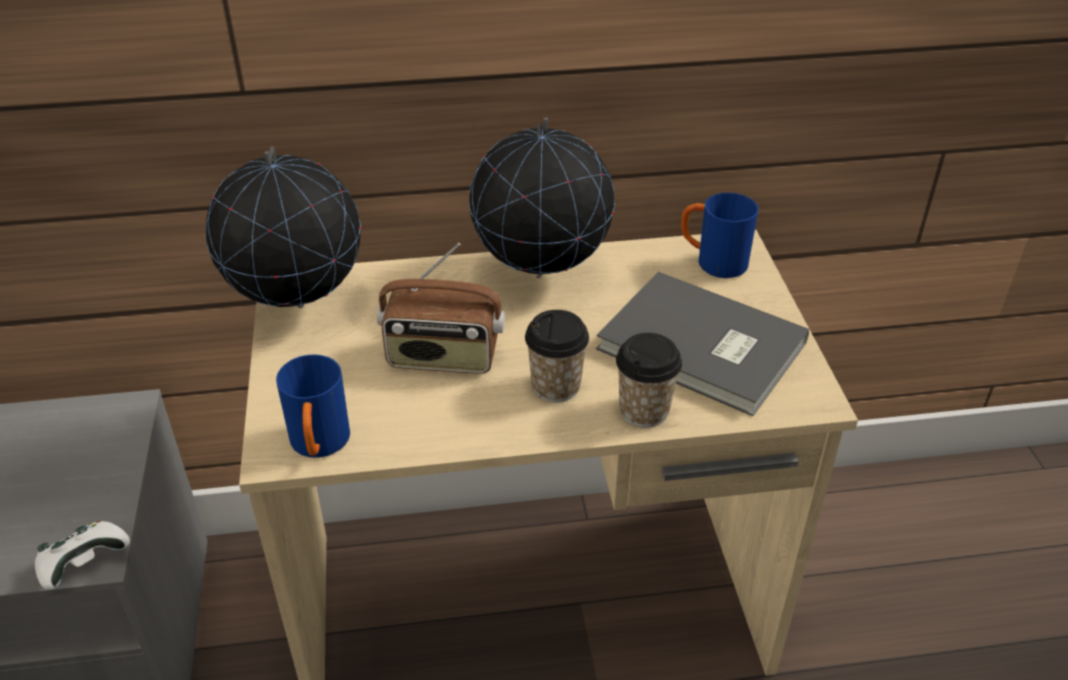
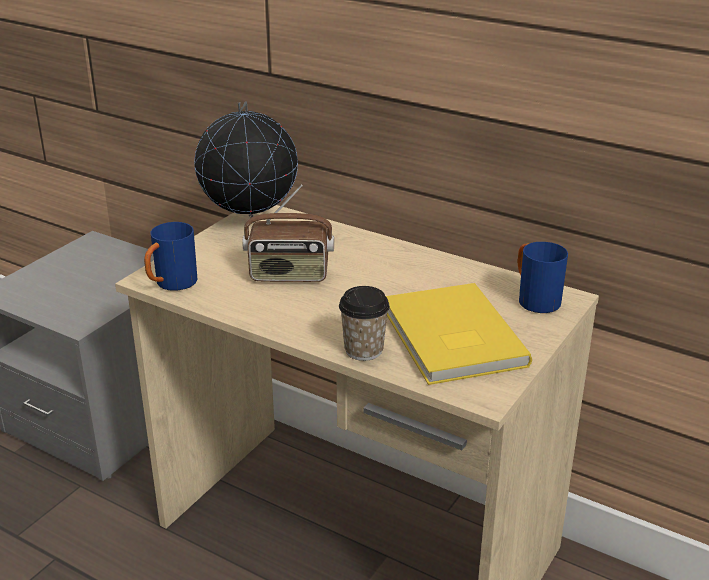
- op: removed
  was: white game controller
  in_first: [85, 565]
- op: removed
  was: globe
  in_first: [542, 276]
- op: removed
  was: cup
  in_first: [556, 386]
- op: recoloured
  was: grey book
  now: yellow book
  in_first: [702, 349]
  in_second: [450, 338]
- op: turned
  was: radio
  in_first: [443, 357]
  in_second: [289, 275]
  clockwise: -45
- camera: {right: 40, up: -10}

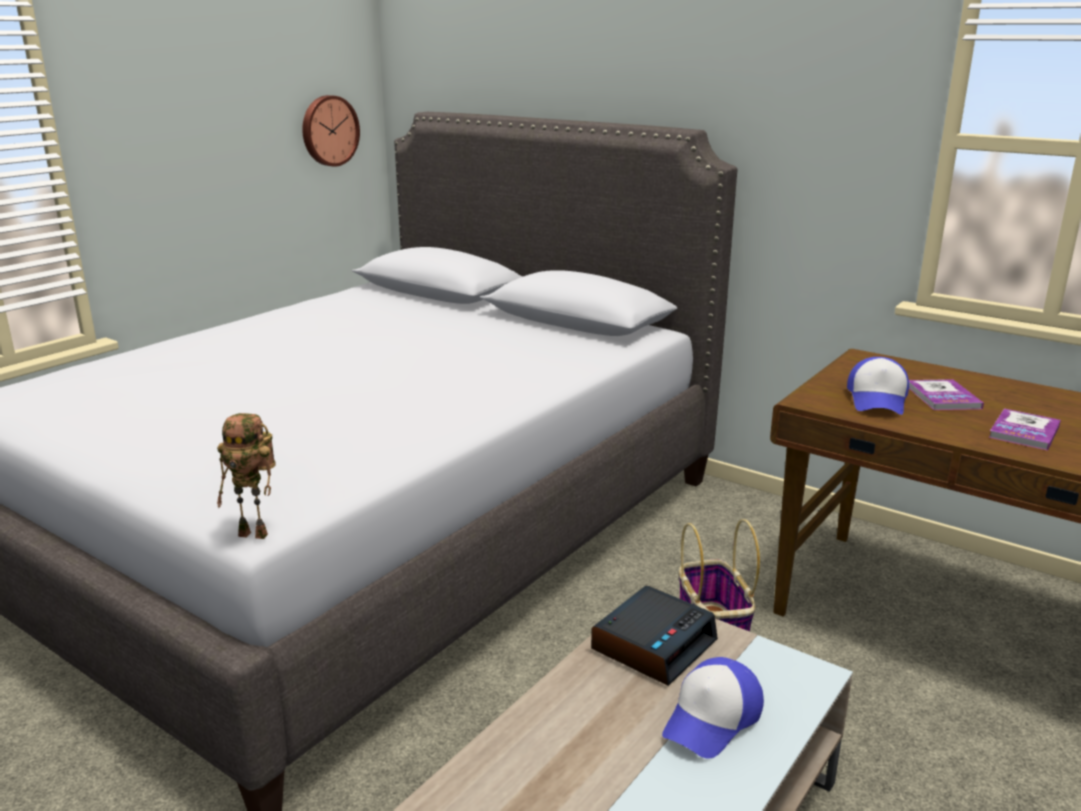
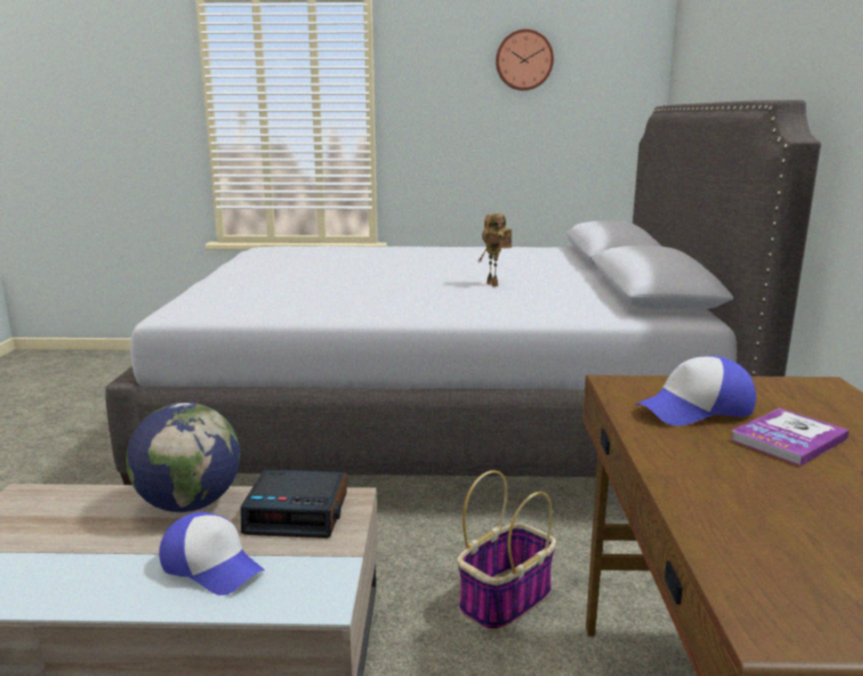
- op: removed
  was: book
  in_first: [1024, 431]
- op: added
  now: globe
  in_second: [189, 504]
- op: moved
  was: toy robot
  in_first: [256, 533]
  in_second: [494, 284]
- op: moved
  was: wall clock
  in_first: [328, 131]
  in_second: [524, 60]
- op: turned
  was: cap
  in_first: [712, 719]
  in_second: [212, 566]
  clockwise: -150
- camera: {right: 55, up: -5}

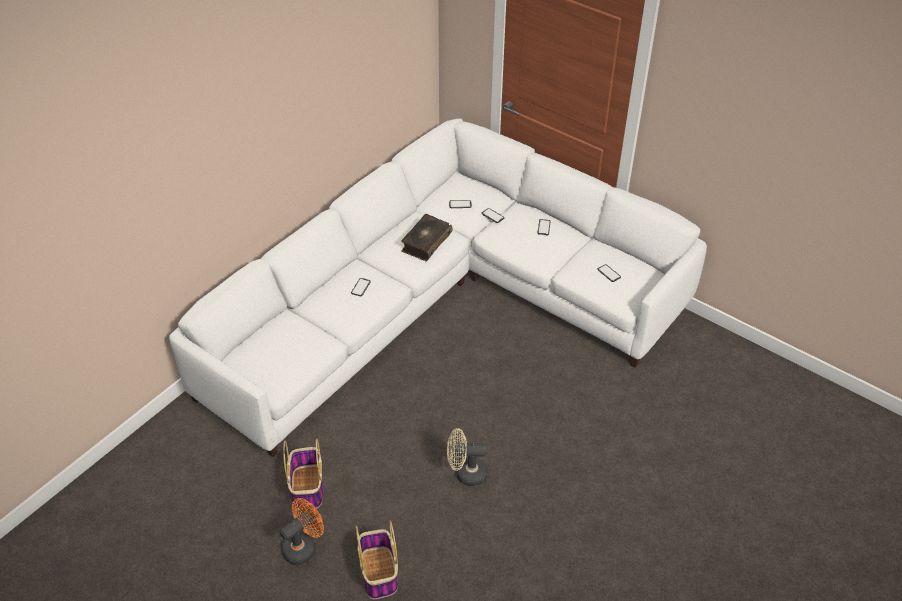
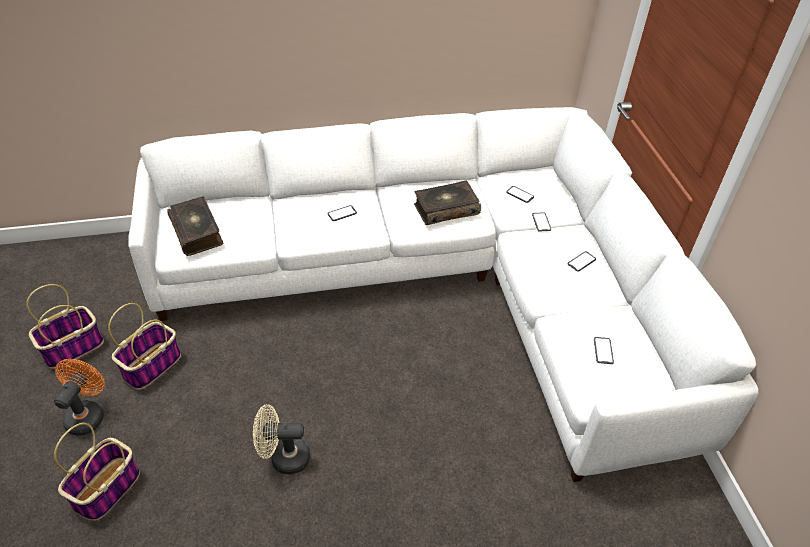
- op: added
  now: basket
  in_second: [73, 347]
- op: added
  now: book
  in_second: [197, 232]
- op: turned
  was: orange fan
  in_first: [303, 546]
  in_second: [88, 414]
  clockwise: -75
- op: turned
  was: beige fan
  in_first: [466, 473]
  in_second: [283, 458]
  clockwise: -45
- camera: {right: 40, up: 0}

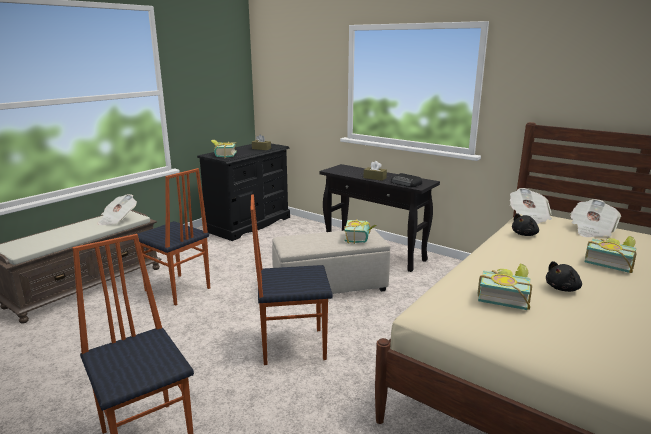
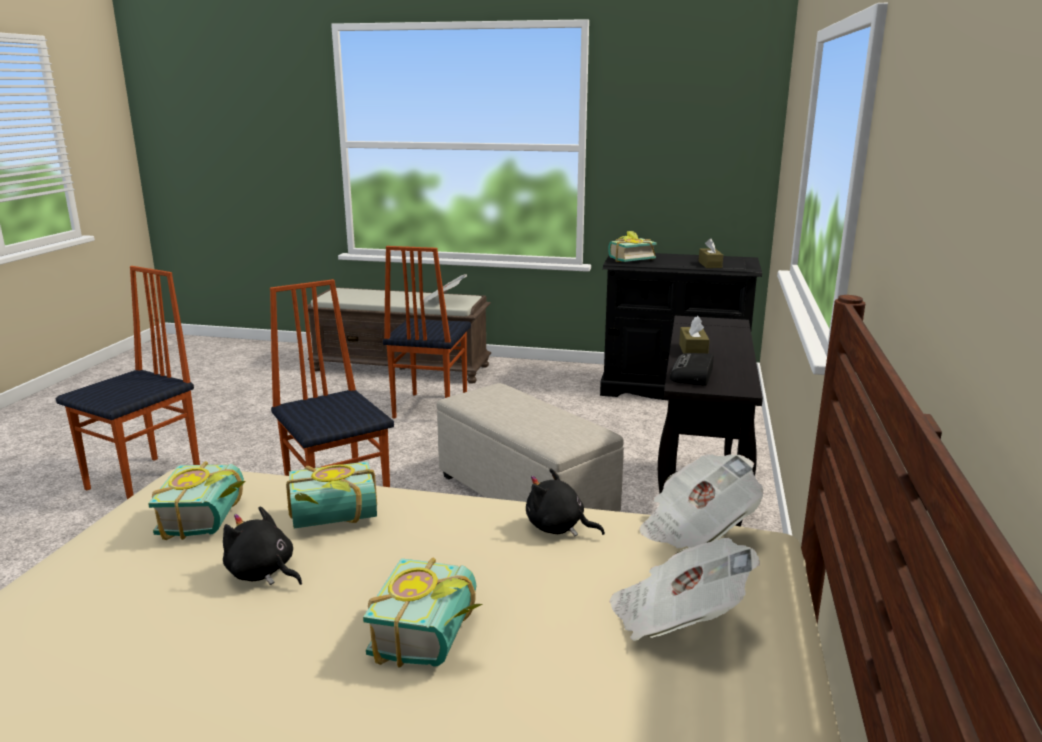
- op: moved
  was: book
  in_first: [360, 238]
  in_second: [334, 520]
- camera: {right: 65, up: 0}

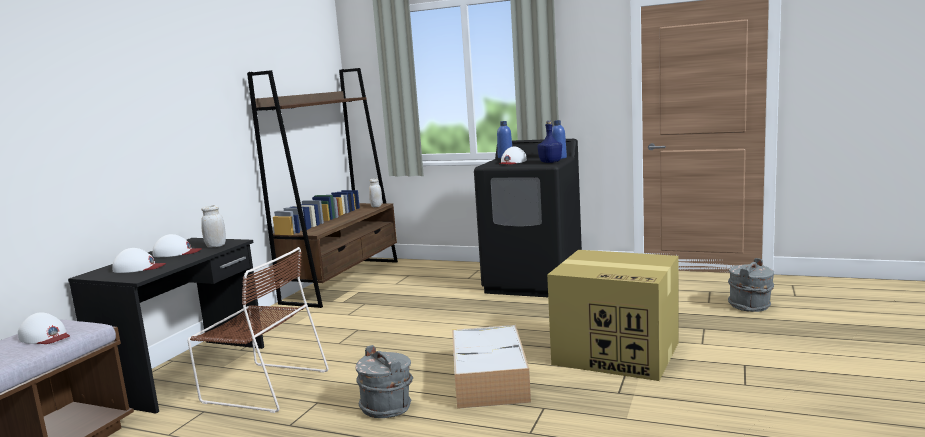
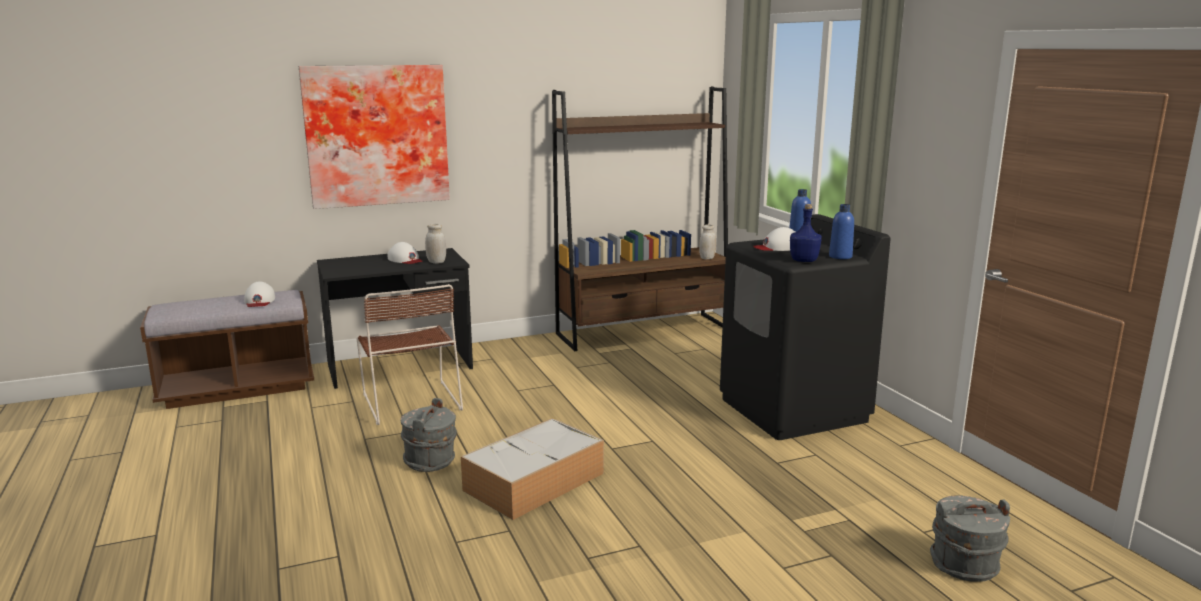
- op: removed
  was: white cap
  in_first: [139, 268]
- op: removed
  was: cardboard box
  in_first: [618, 353]
- op: added
  now: picture
  in_second: [376, 135]
- camera: {right: 45, up: 5}

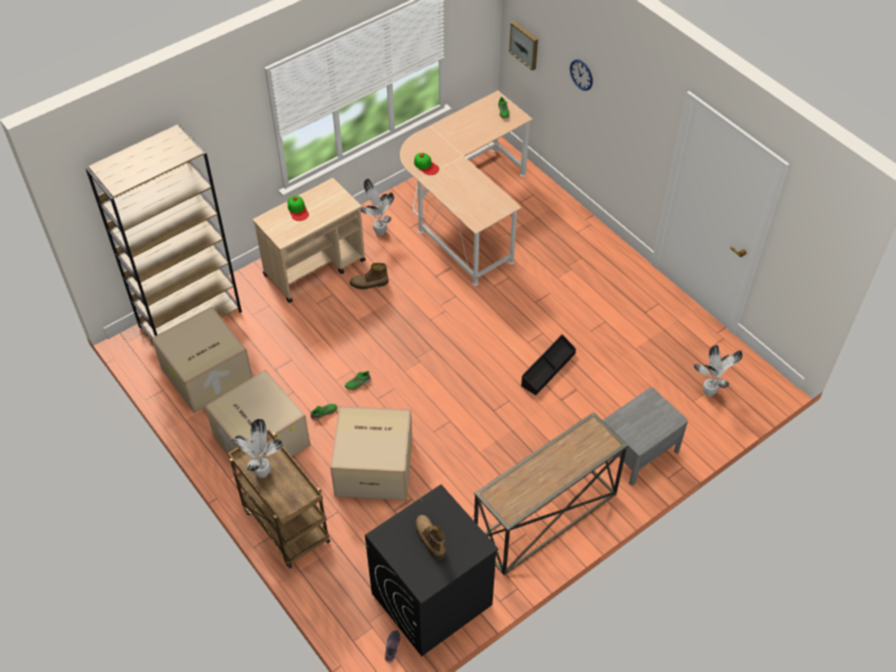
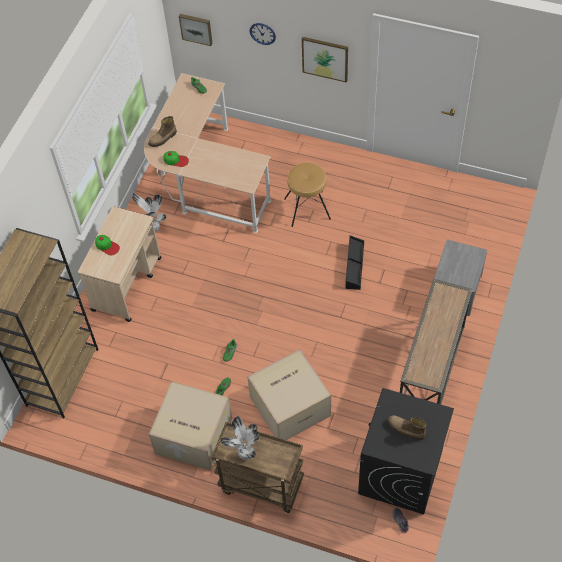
- op: removed
  was: cardboard box
  in_first: [206, 376]
- op: removed
  was: potted plant
  in_first: [710, 392]
- op: added
  now: brown stool
  in_second: [307, 209]
- op: added
  now: picture
  in_second: [325, 58]
- op: moved
  was: boot
  in_first: [369, 284]
  in_second: [163, 139]
- camera: {right: -30, up: 5}

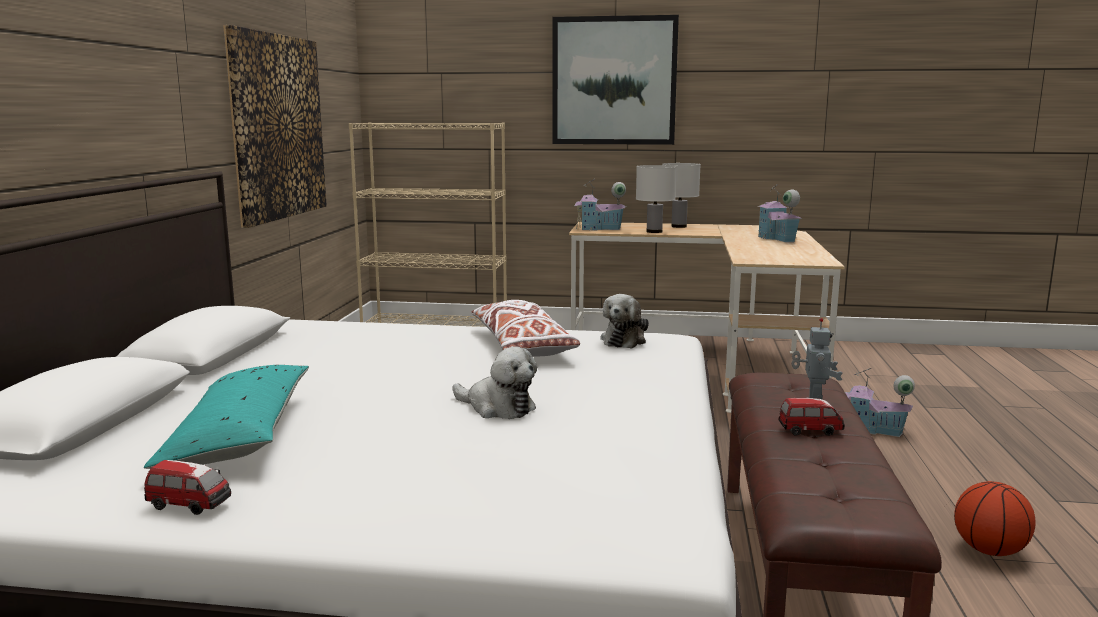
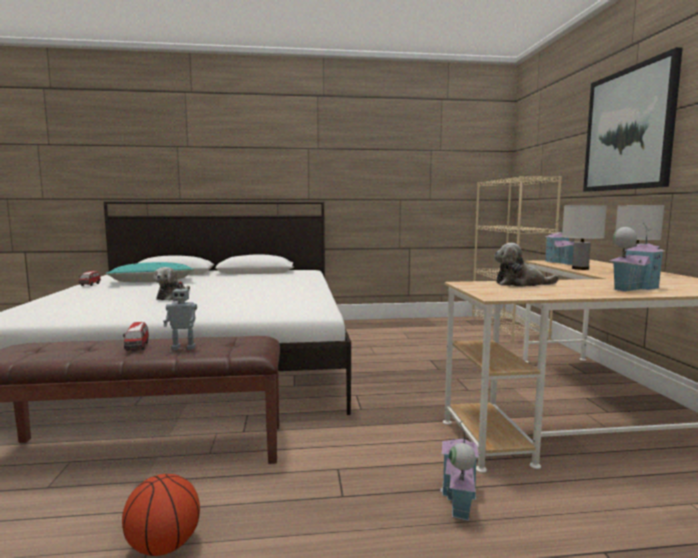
- op: removed
  was: picture
  in_first: [278, 127]
- op: removed
  was: white pillow
  in_first: [522, 346]
- op: moved
  was: plush toy
  in_first: [624, 340]
  in_second: [520, 284]
- camera: {right: 75, up: -5}

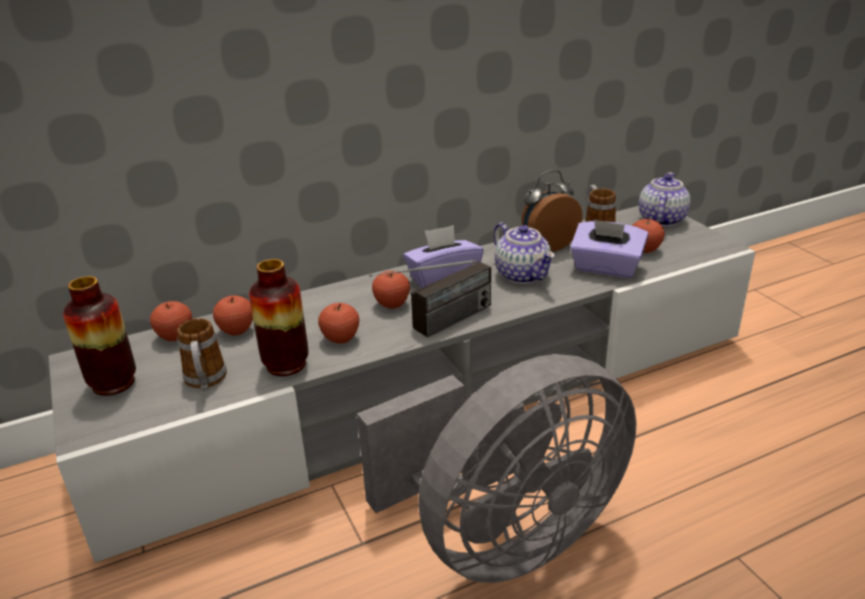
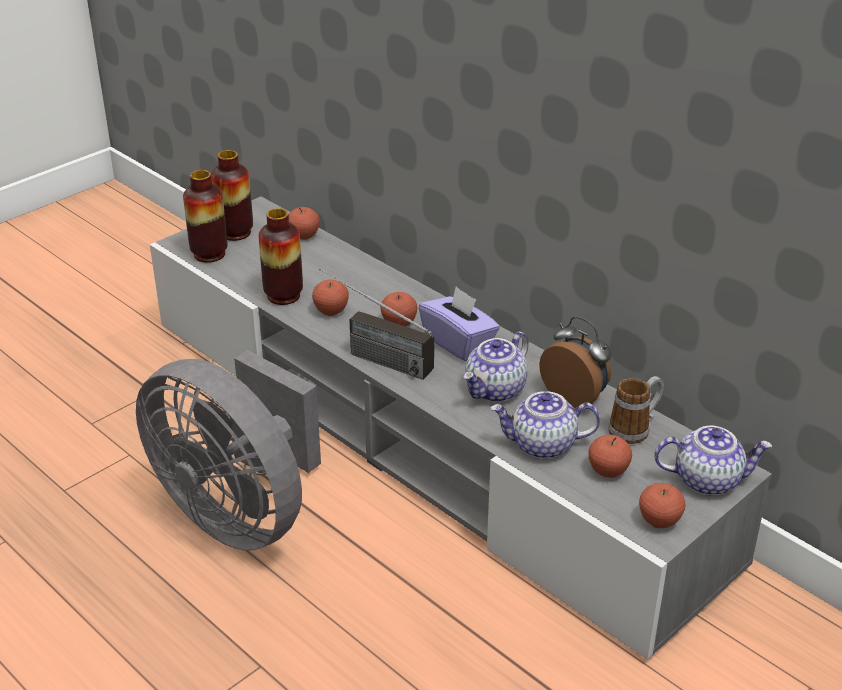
- op: removed
  was: mug
  in_first: [205, 382]
- op: added
  now: vase
  in_second: [209, 254]
- op: moved
  was: apple
  in_first: [236, 330]
  in_second: [659, 521]
- op: replaced
  was: purple tissue box
  now: teapot
  in_first: [606, 268]
  in_second: [542, 445]
- camera: {right: 70, up: 5}

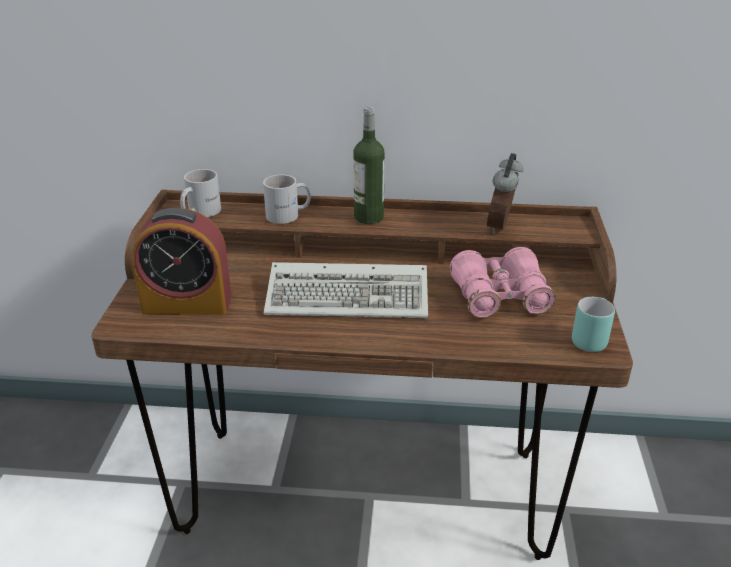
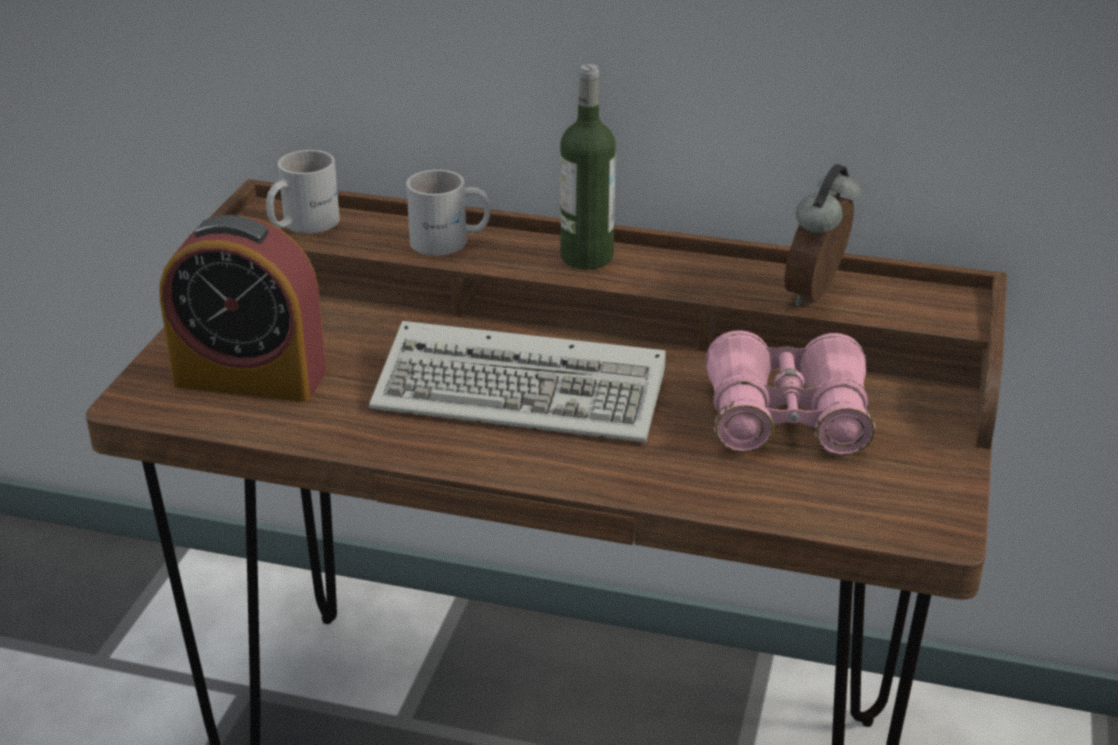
- op: removed
  was: turquoise mug
  in_first: [588, 338]
- camera: {right: 10, up: 0}

